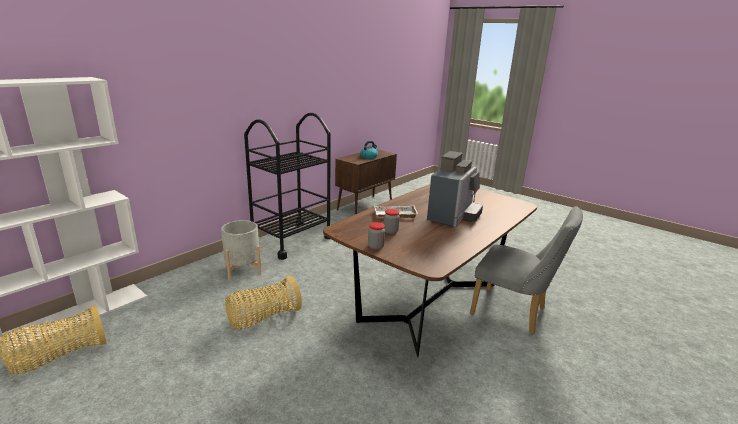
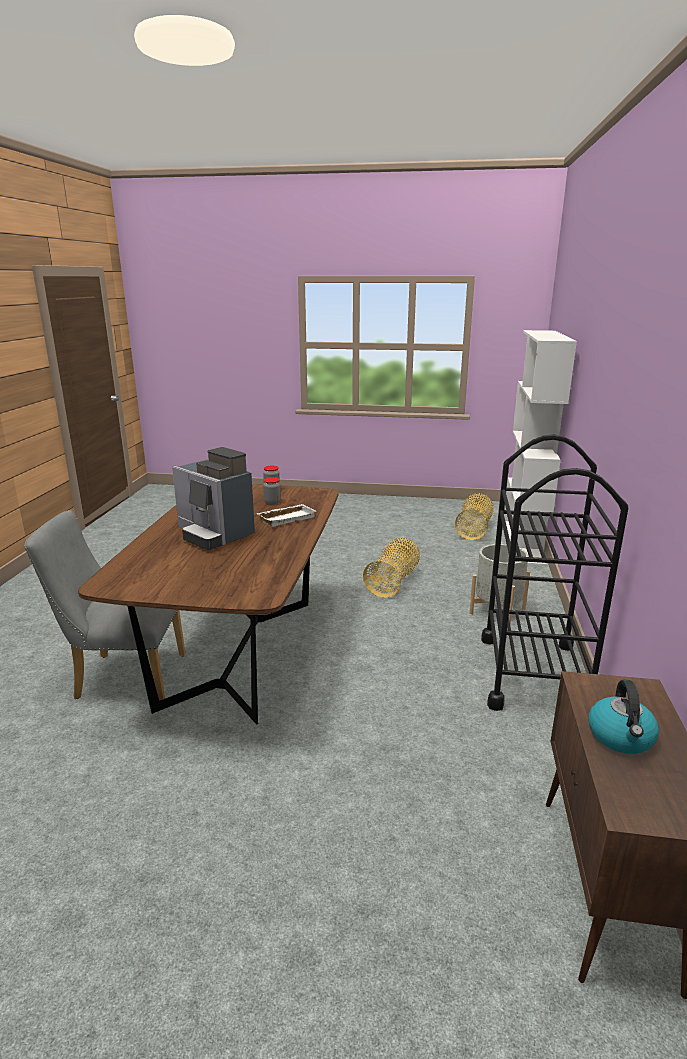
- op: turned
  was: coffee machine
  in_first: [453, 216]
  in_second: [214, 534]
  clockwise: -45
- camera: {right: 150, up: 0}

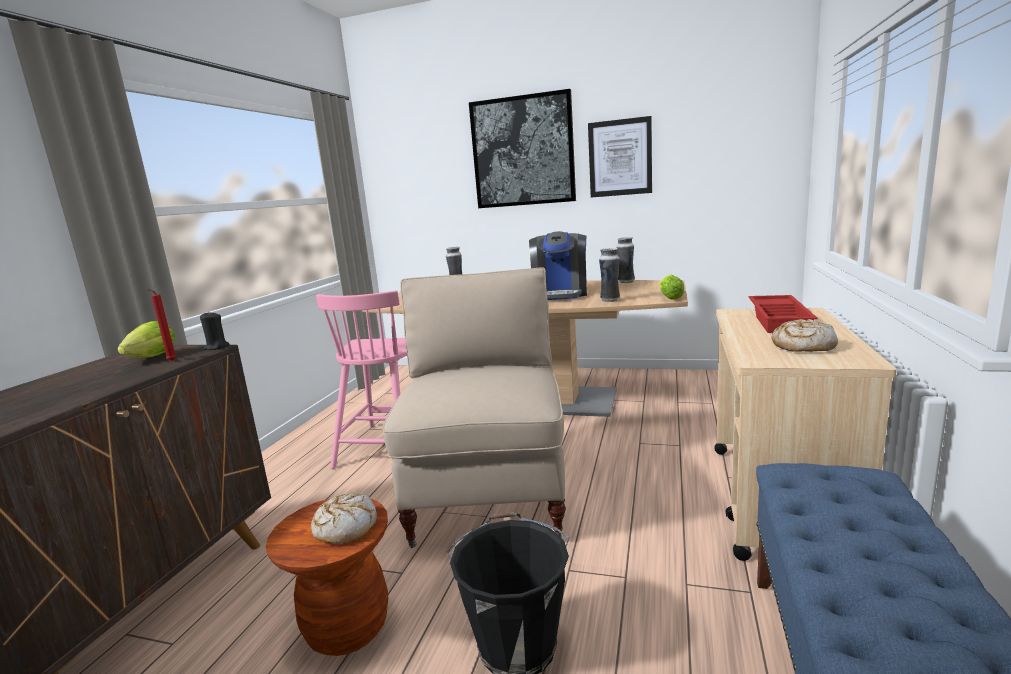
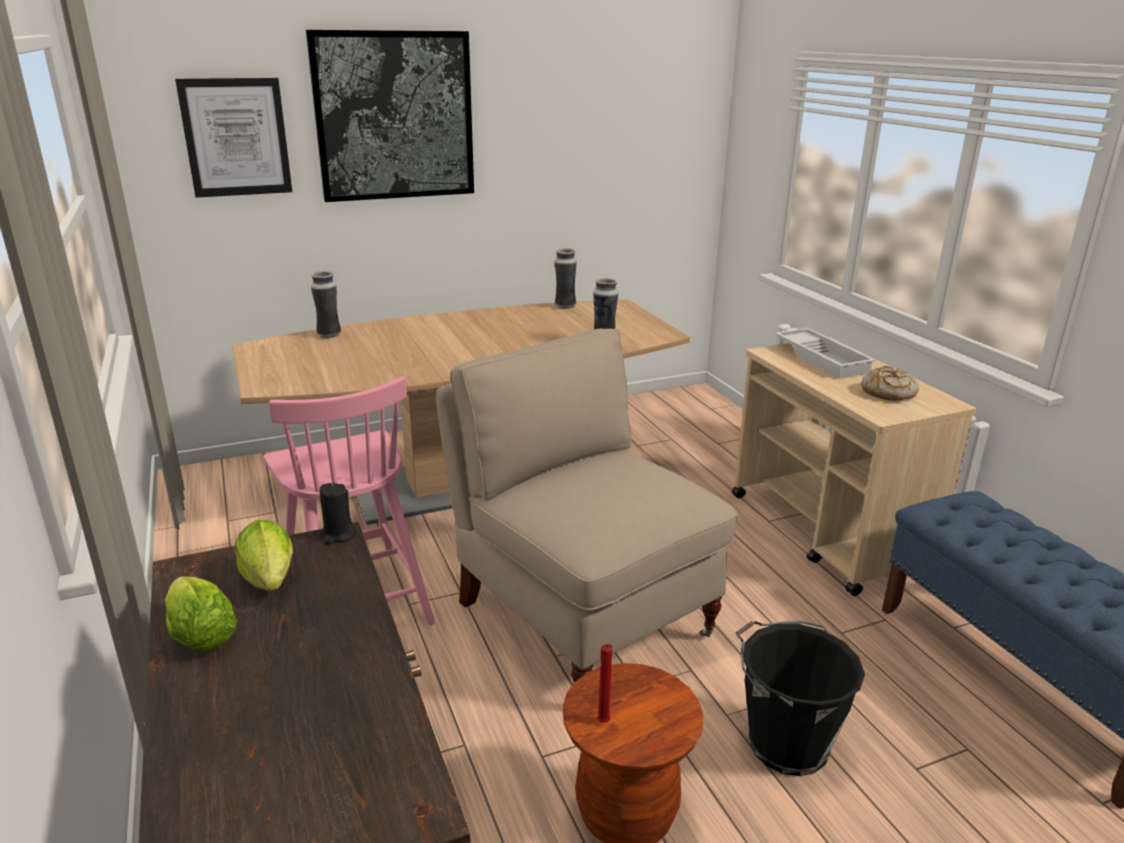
- op: removed
  was: bread
  in_first: [345, 526]
- op: removed
  was: coffee machine
  in_first: [560, 294]
- op: moved
  was: red candle
  in_first: [171, 361]
  in_second: [604, 723]
- op: moved
  was: picture
  in_first: [620, 158]
  in_second: [236, 137]
- op: moved
  was: lettuce
  in_first: [669, 298]
  in_second: [199, 633]
- op: recoloured
  was: red tray
  now: white tray
  in_first: [781, 319]
  in_second: [823, 359]
- camera: {right: -40, up: 10}

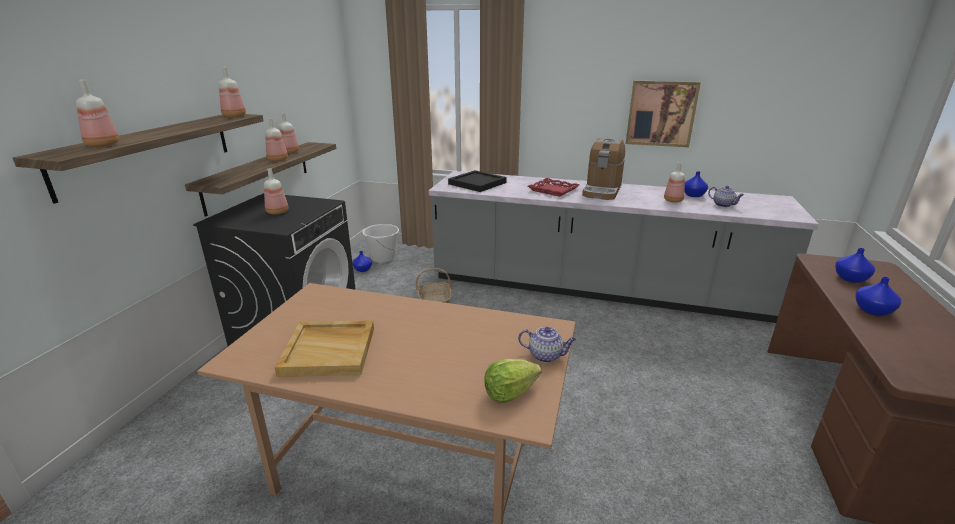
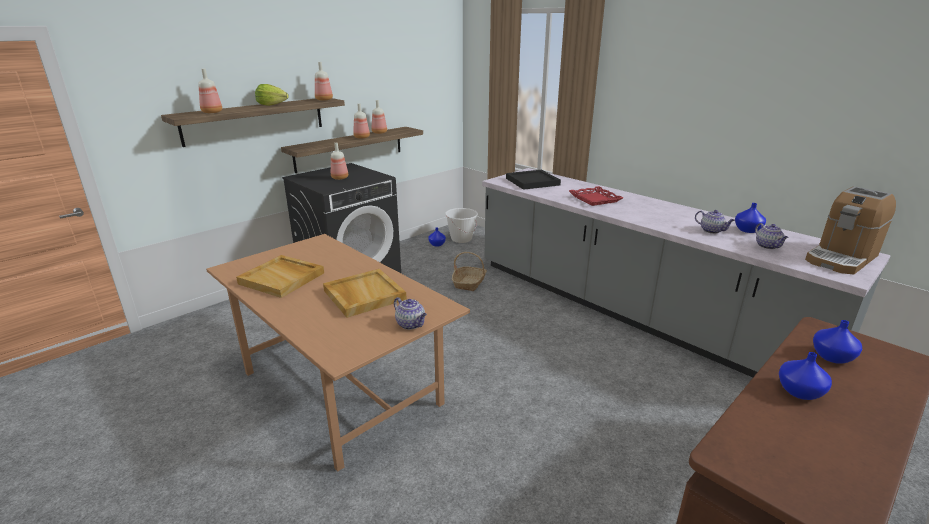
- op: removed
  was: picture
  in_first: [661, 113]
- op: added
  now: beige tray
  in_second: [363, 295]
- op: moved
  was: lettuce
  in_first: [509, 393]
  in_second: [271, 105]
- op: moved
  was: coffee machine
  in_first: [602, 190]
  in_second: [841, 258]
- op: replaced
  was: bottle
  now: teapot
  in_first: [673, 200]
  in_second: [712, 231]
- camera: {right: 30, up: 0}

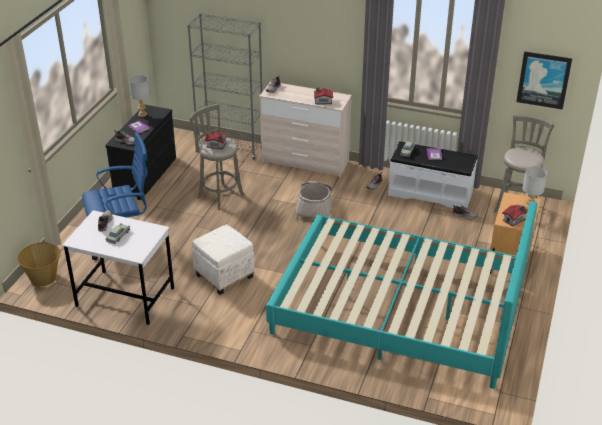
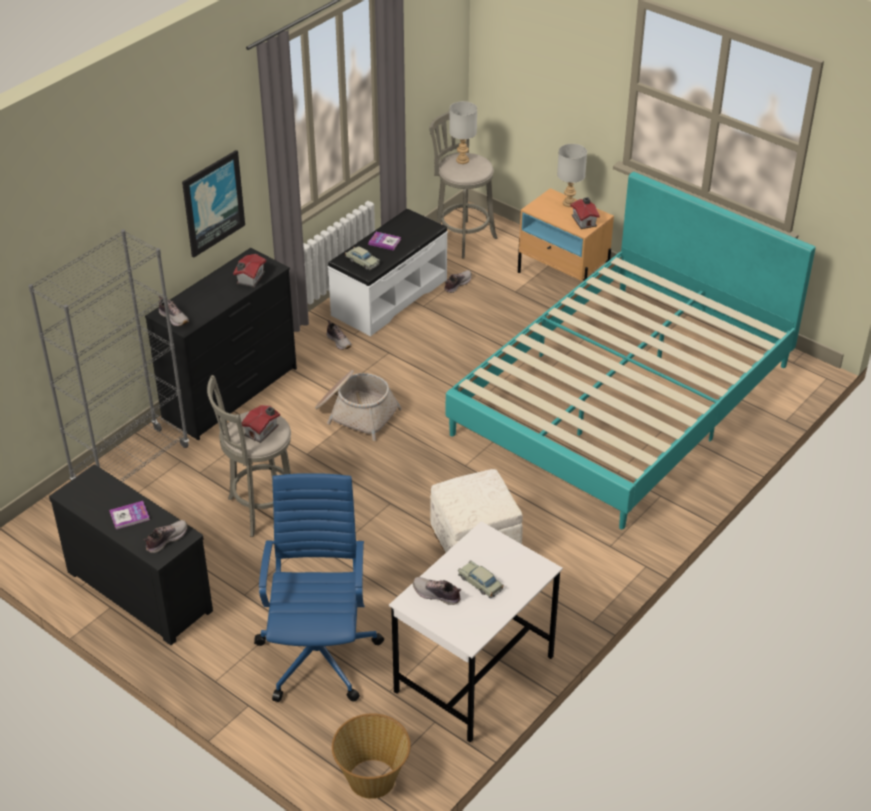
- op: moved
  was: grey table lamp
  in_first: [142, 114]
  in_second: [462, 160]
- op: moved
  was: picture
  in_first: [543, 80]
  in_second: [212, 203]
- op: recoloured
  was: beige dresser
  now: black dresser
  in_first: [305, 162]
  in_second: [231, 394]
- camera: {right: -70, up: 5}

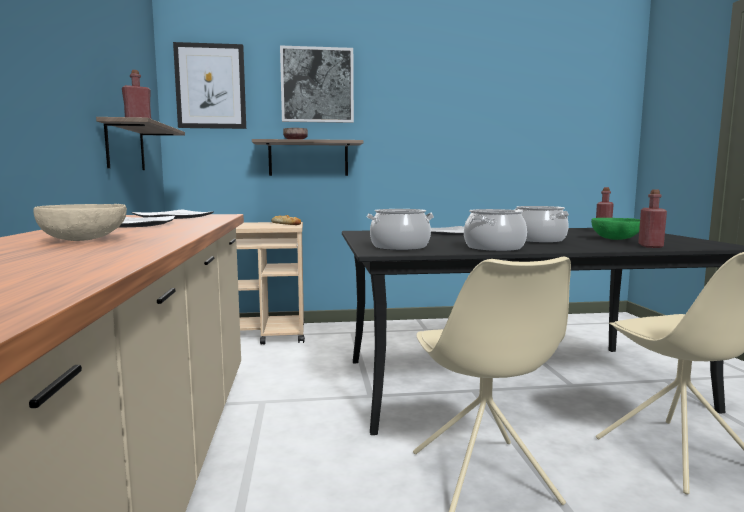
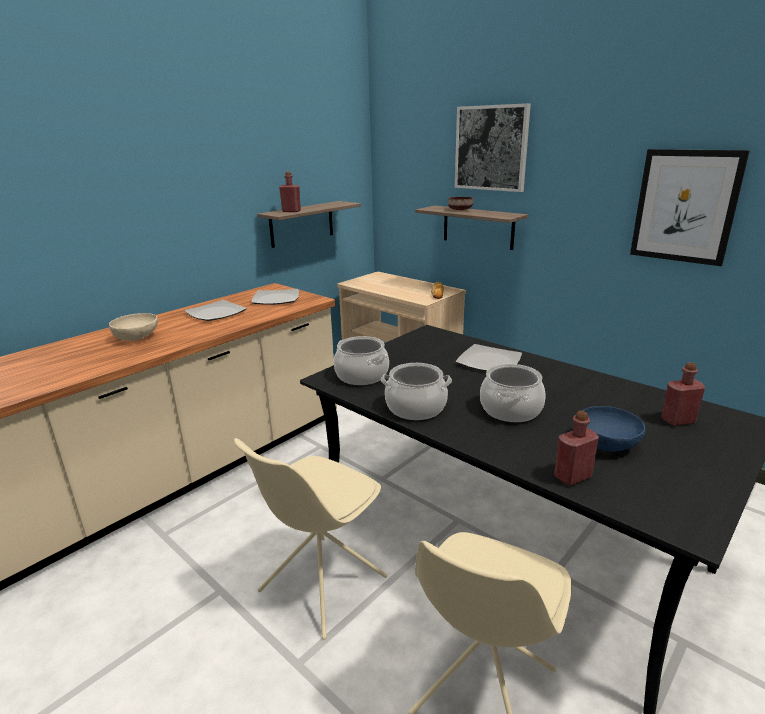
- op: moved
  was: picture
  in_first: [211, 86]
  in_second: [685, 206]
- op: recoloured
  was: green bowl
  now: blue bowl
  in_first: [615, 239]
  in_second: [607, 443]
- camera: {right: 50, up: 15}

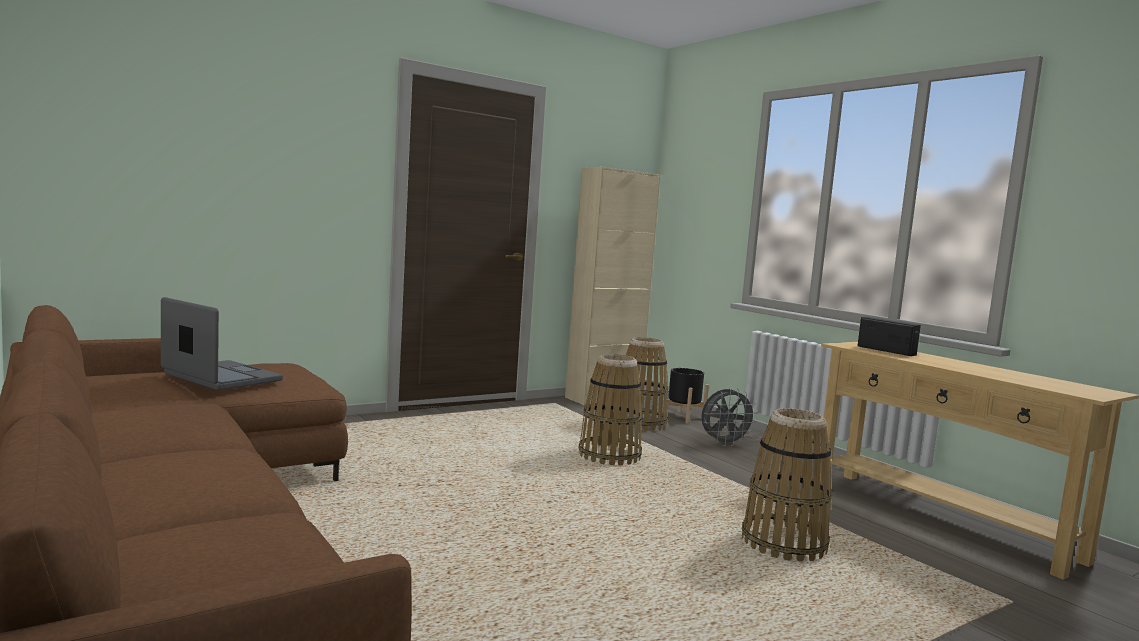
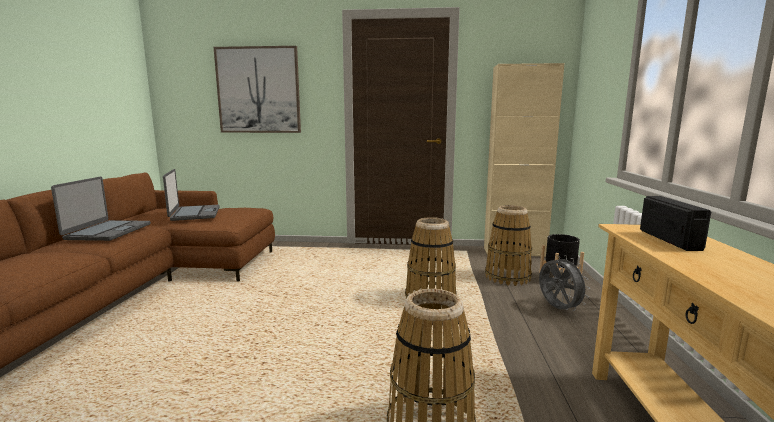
- op: added
  now: laptop
  in_second: [107, 231]
- op: added
  now: picture
  in_second: [258, 90]
- op: turned
  was: grey fan
  in_first: [724, 443]
  in_second: [558, 309]
  clockwise: -135
- camera: {right: 40, up: 5}

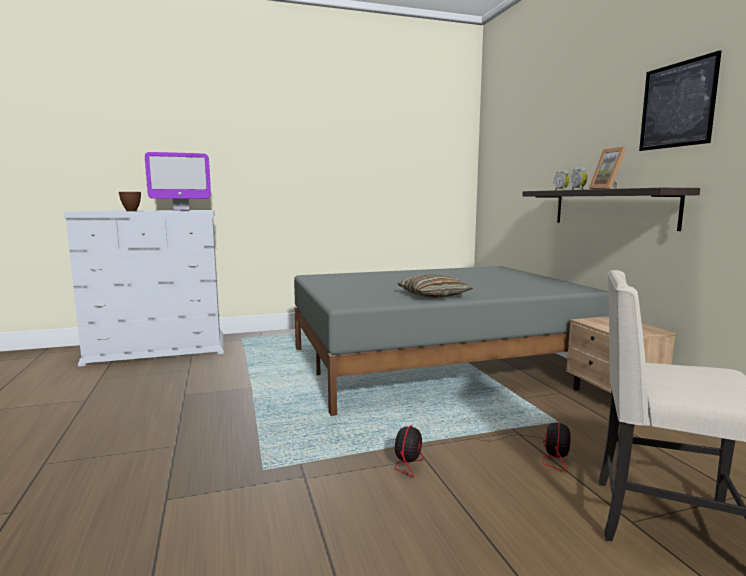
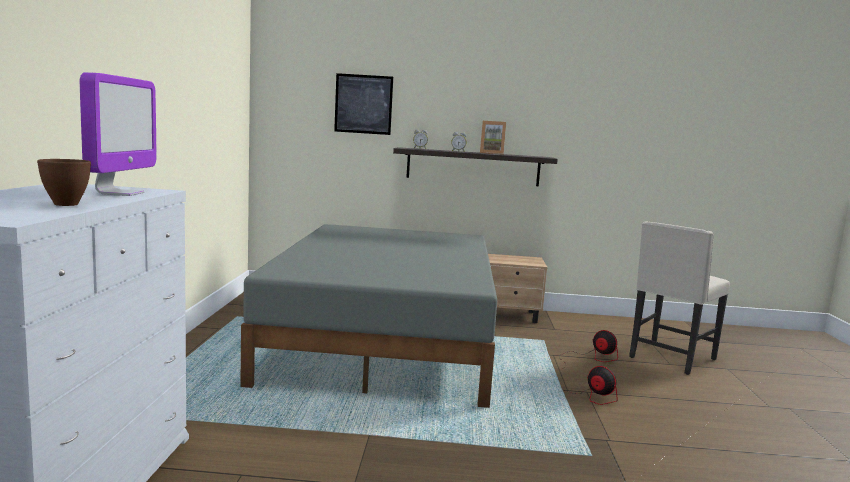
- op: removed
  was: pillow
  in_first: [433, 295]
- op: moved
  was: picture
  in_first: [677, 105]
  in_second: [363, 104]
- camera: {right: -70, up: 0}

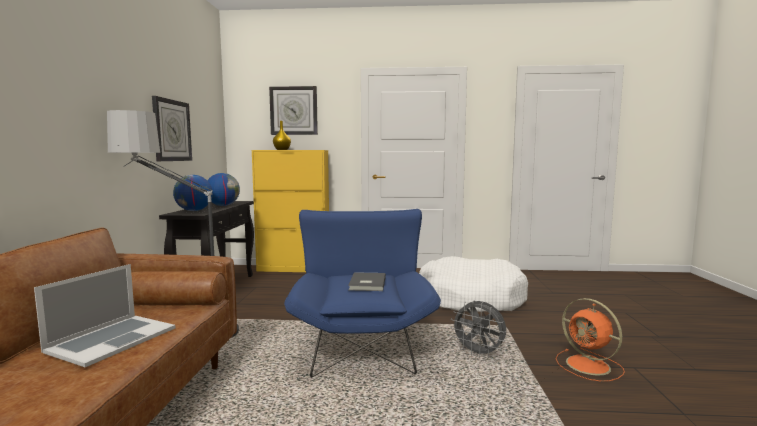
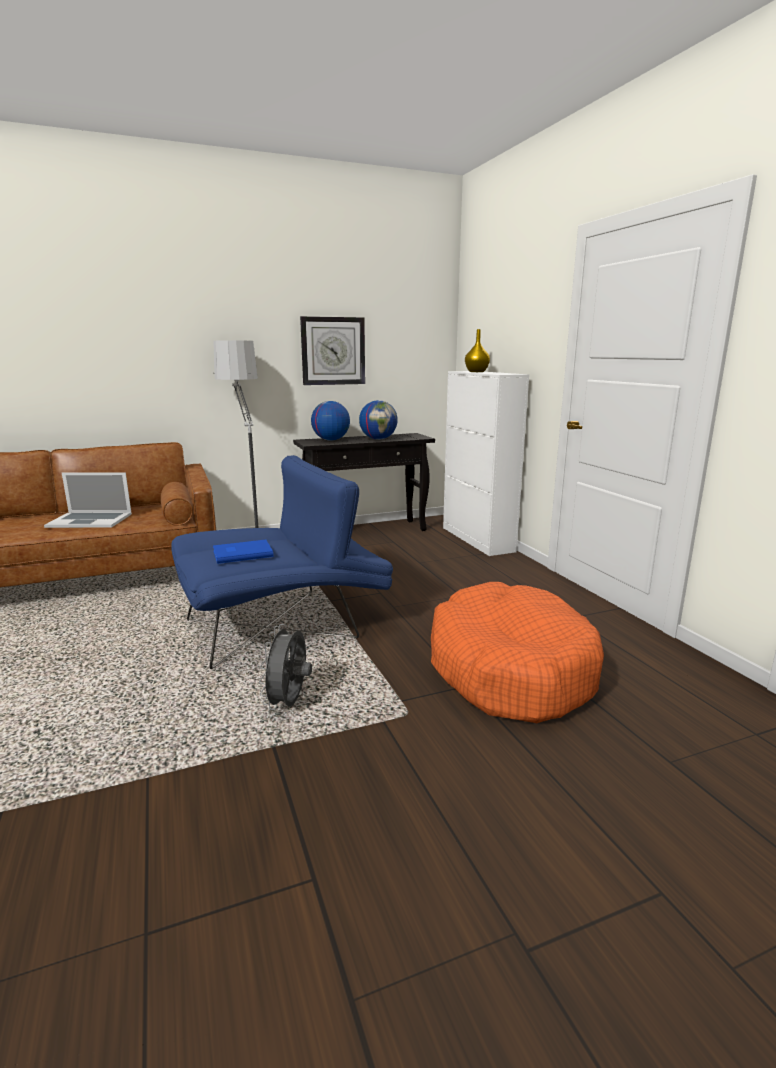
- op: removed
  was: wall clock
  in_first: [294, 111]
- op: removed
  was: orange fan
  in_first: [589, 366]
- op: recoloured
  was: yellow cabinet
  now: white cabinet
  in_first: [294, 269]
  in_second: [477, 539]
- op: recoloured
  was: grey book
  now: blue book
  in_first: [366, 283]
  in_second: [241, 553]
- op: recoloured
  was: white dog bed
  now: orange dog bed
  in_first: [470, 298]
  in_second: [509, 669]
- camera: {right: 65, up: 10}

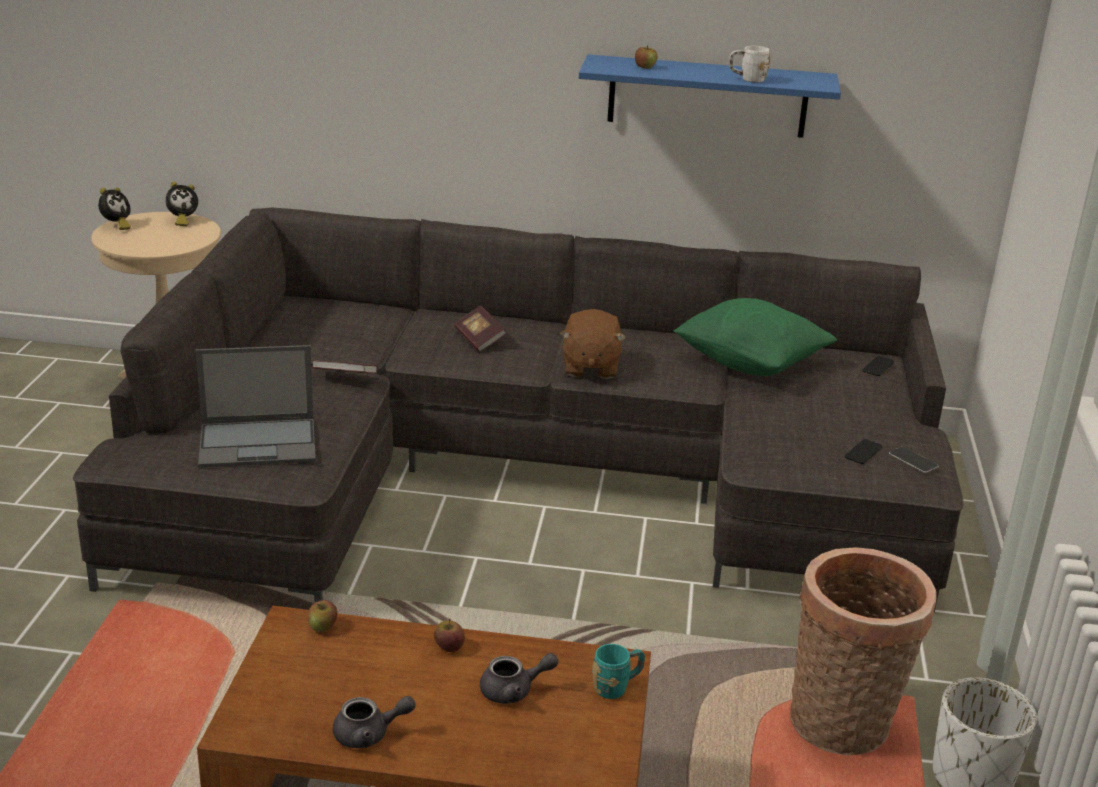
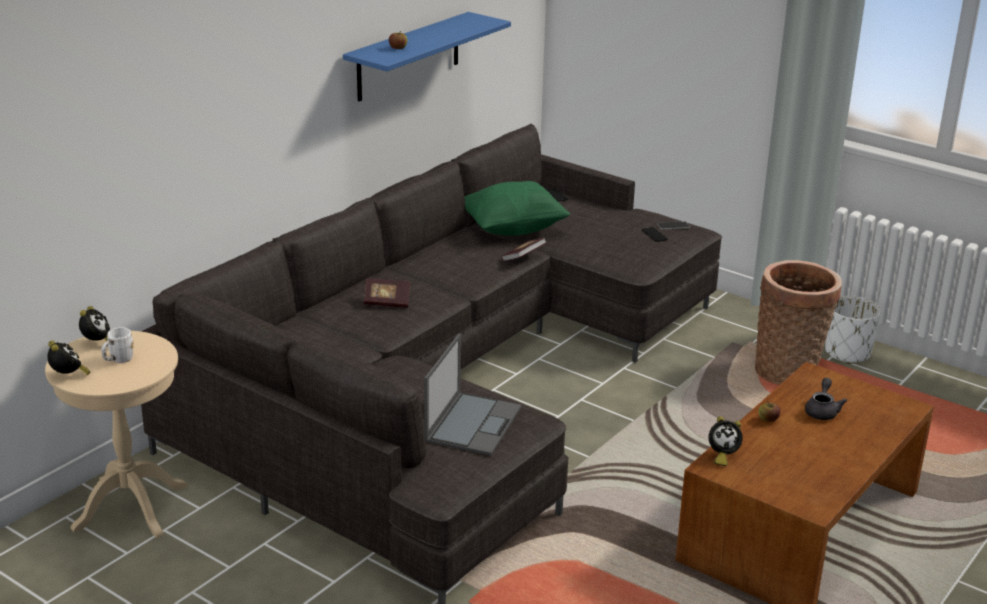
- op: removed
  was: grey teapot
  in_first: [369, 734]
- op: removed
  was: brown plush toy
  in_first: [590, 367]
- op: removed
  was: turquoise mug
  in_first: [617, 687]
- op: moved
  was: book
  in_first: [345, 378]
  in_second: [523, 257]
- op: moved
  was: white mug
  in_first: [747, 79]
  in_second: [118, 360]
- op: replaced
  was: apple
  now: alarm clock
  in_first: [322, 627]
  in_second: [721, 456]
- camera: {right: -60, up: 0}

